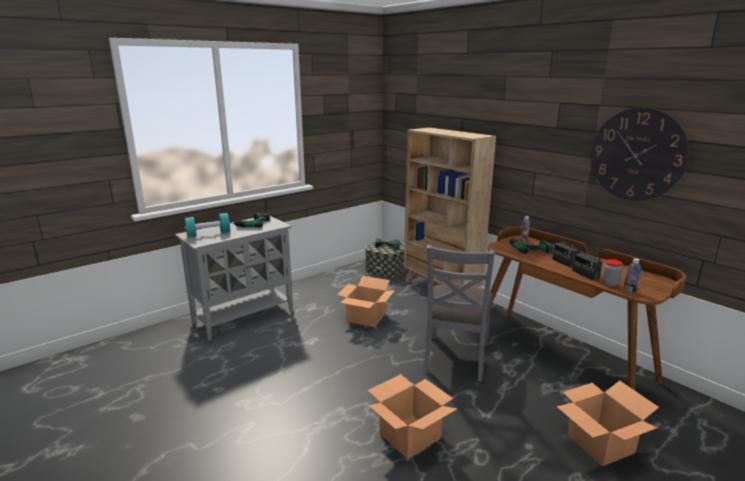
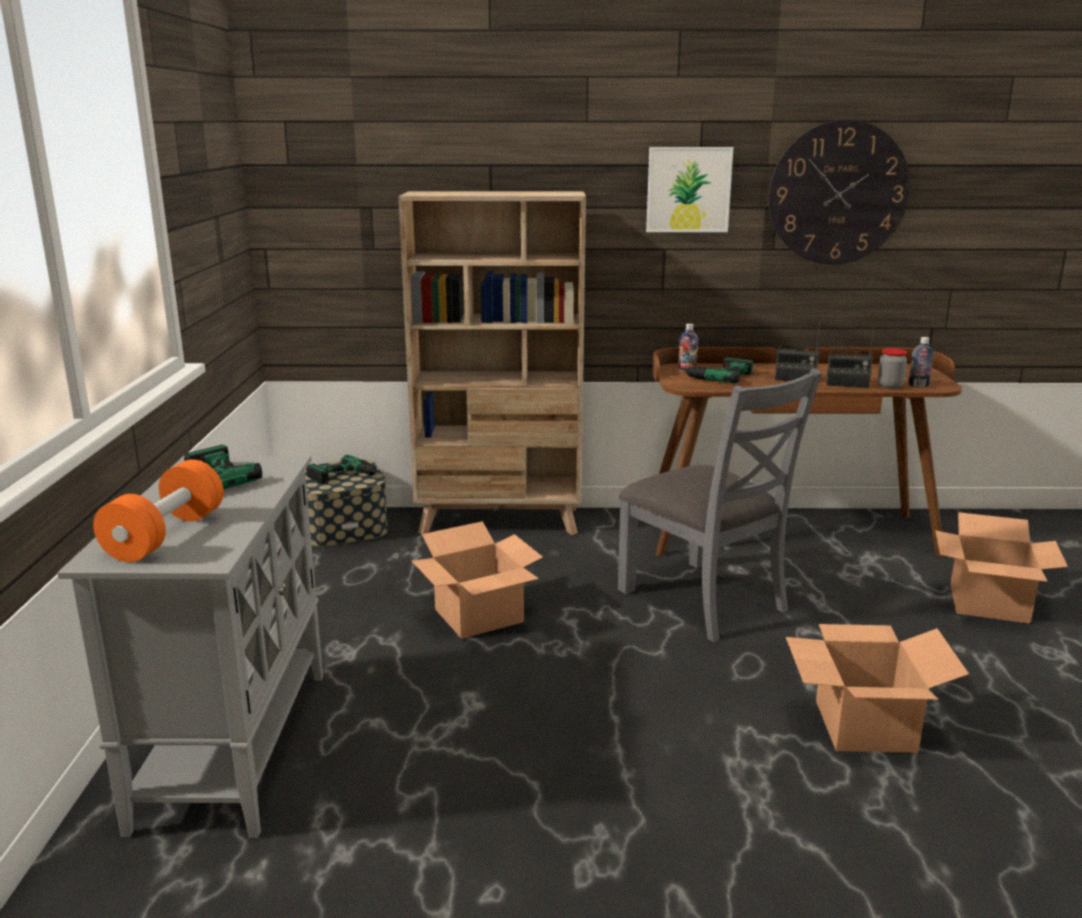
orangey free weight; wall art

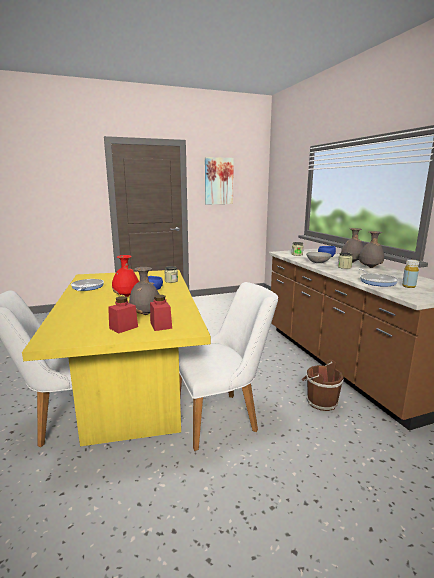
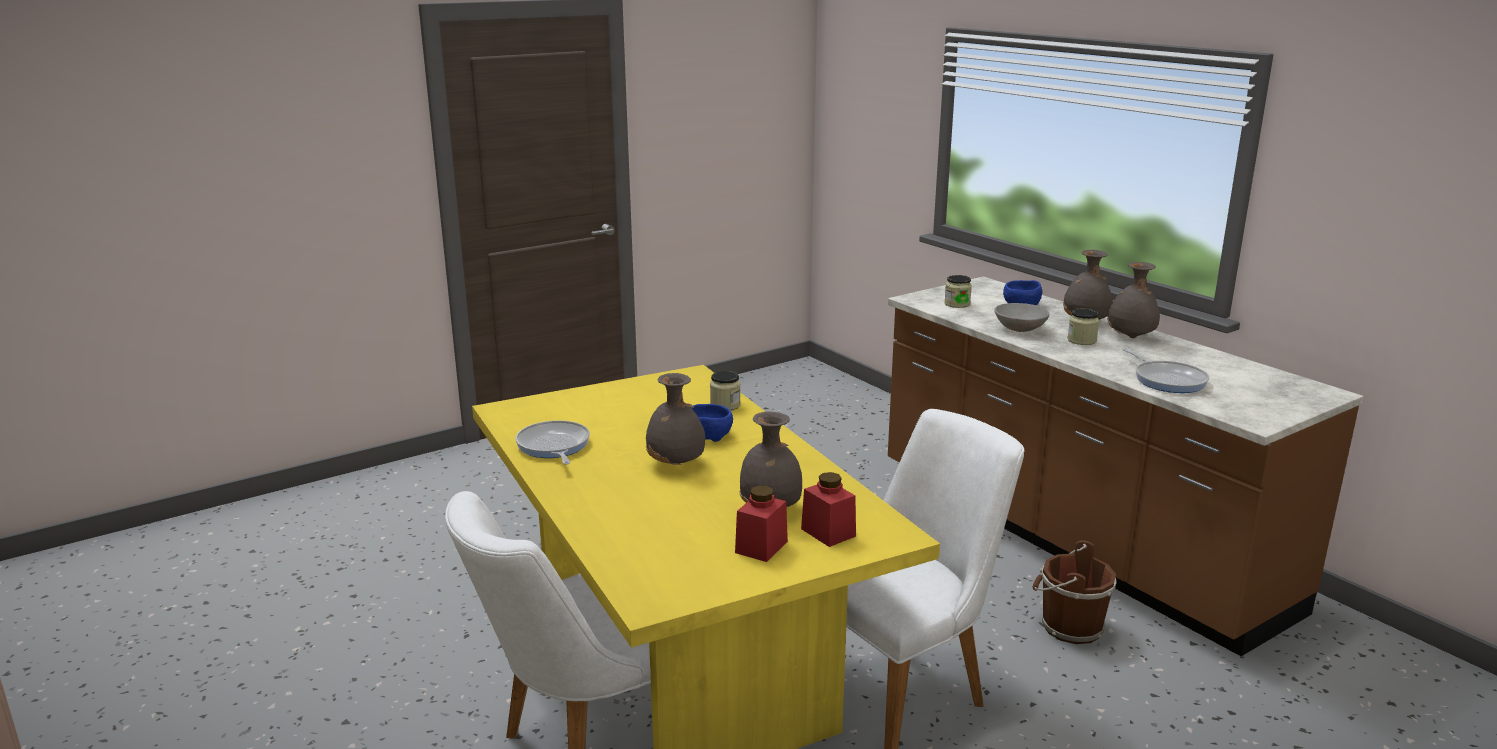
greyish decorative vase (1st from left); wall art; yellow drink bottle

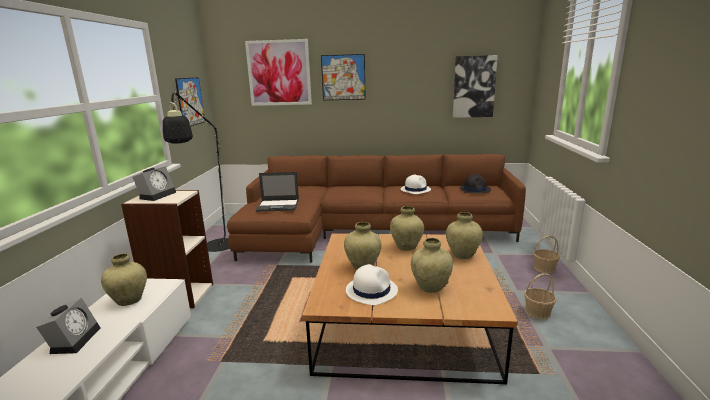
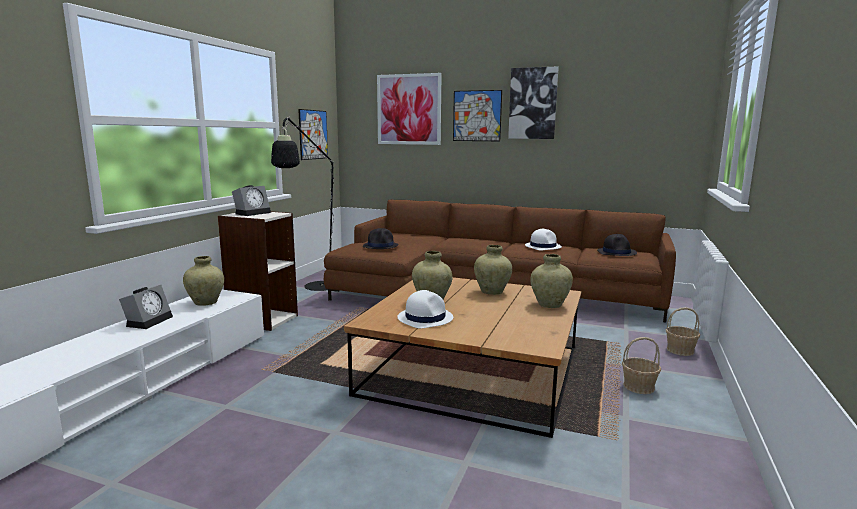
blackish clothing hat (1st from left); beige decorative vase (4th from left in the first image); wall art (4th from left)

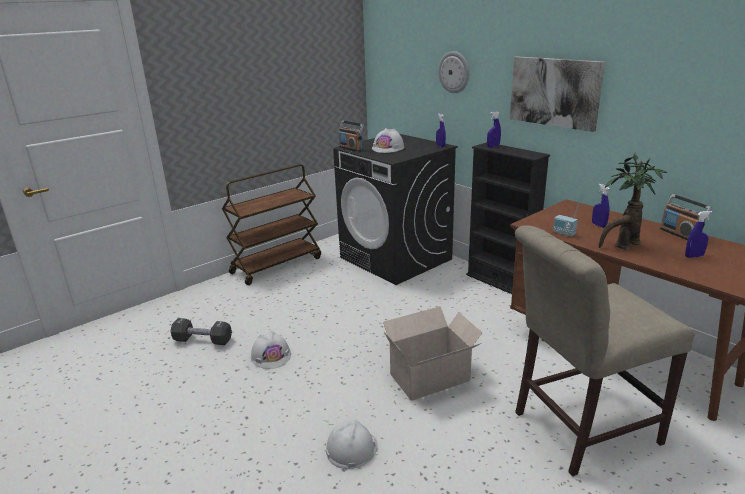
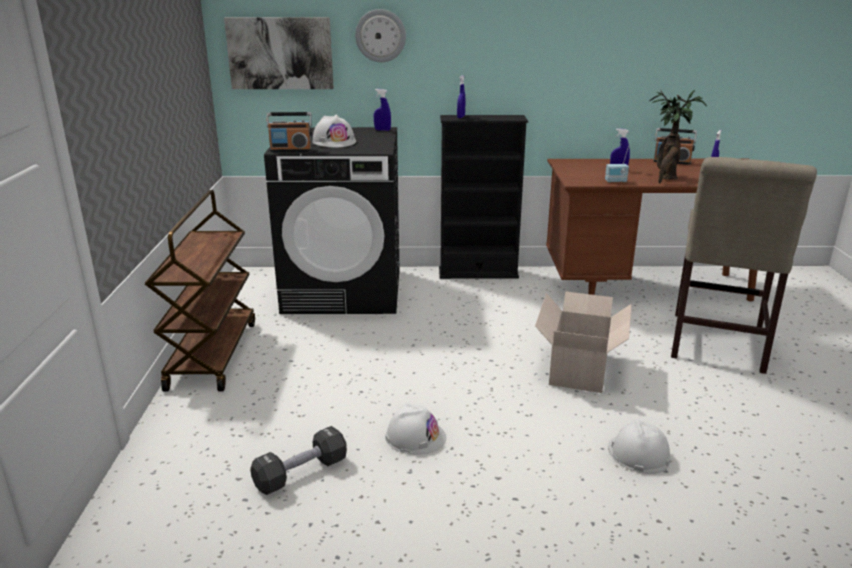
wall art

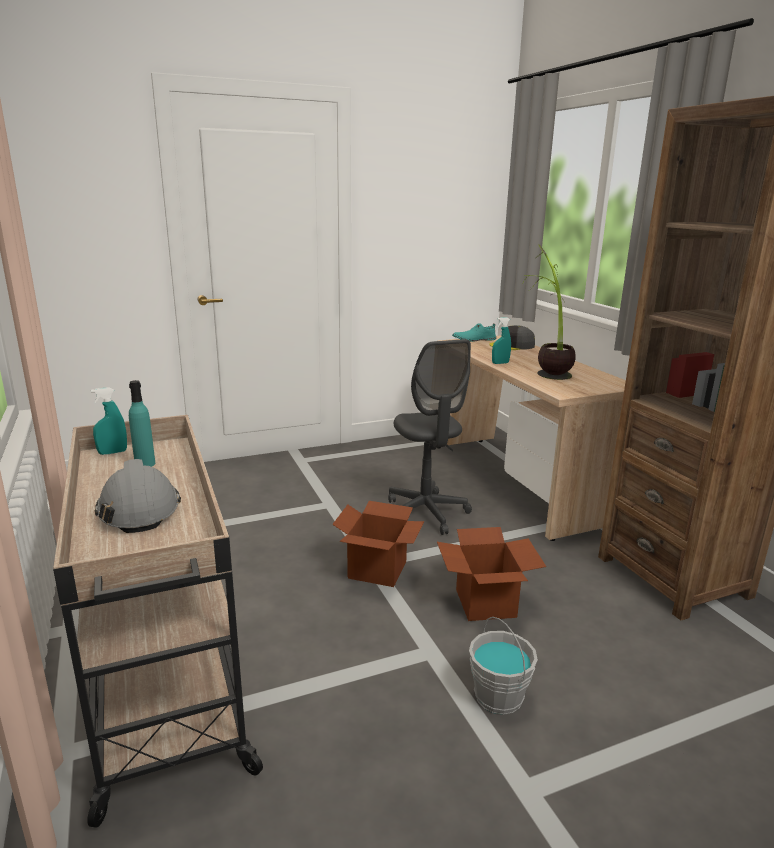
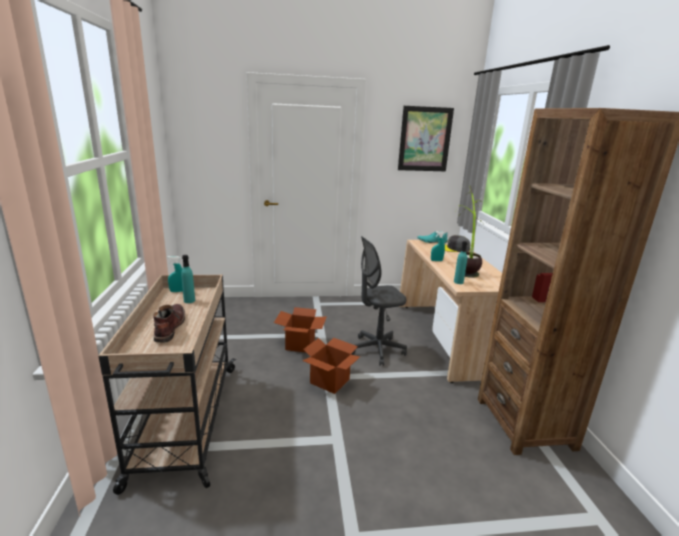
brownish boot; greyish computer chair; cardboard box (1st from left); greyish bucket; wall art; blue-green drink bottle (2nd from left)

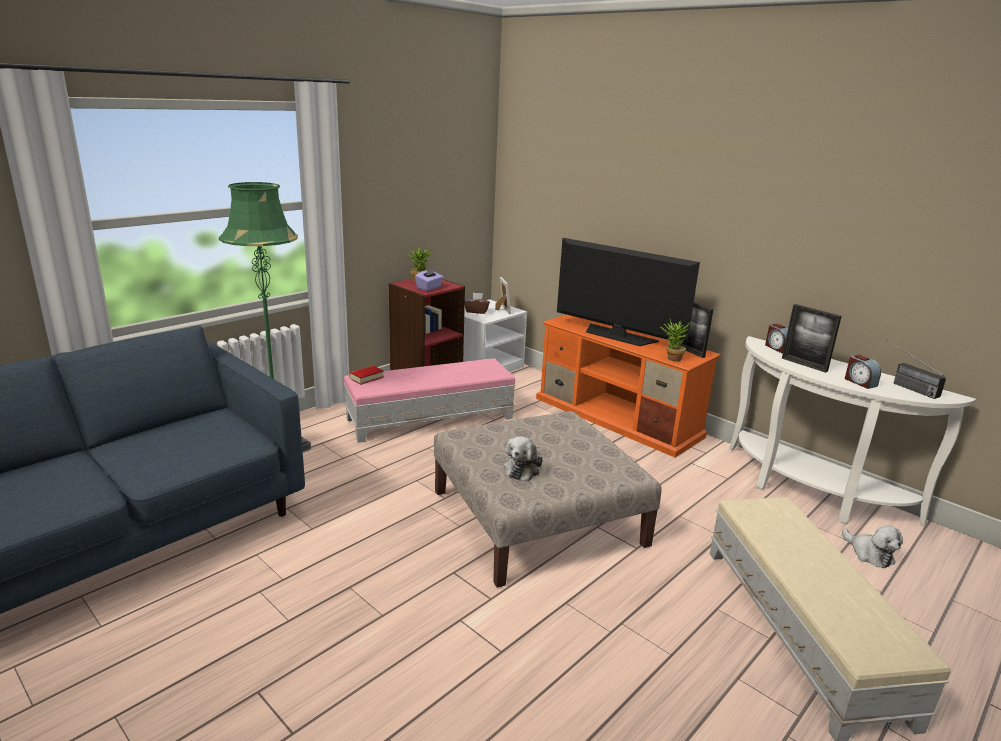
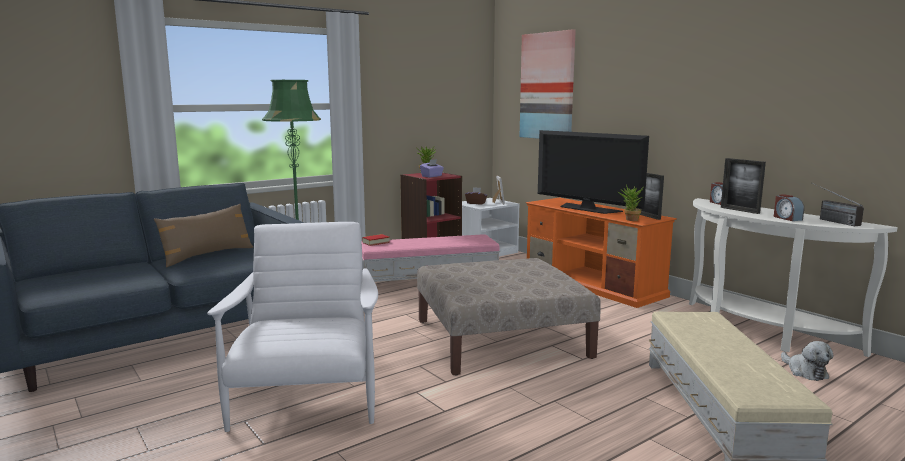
soft toy (1st from left in the first image); brownish cushion; white-coloured lounge chair; wall art

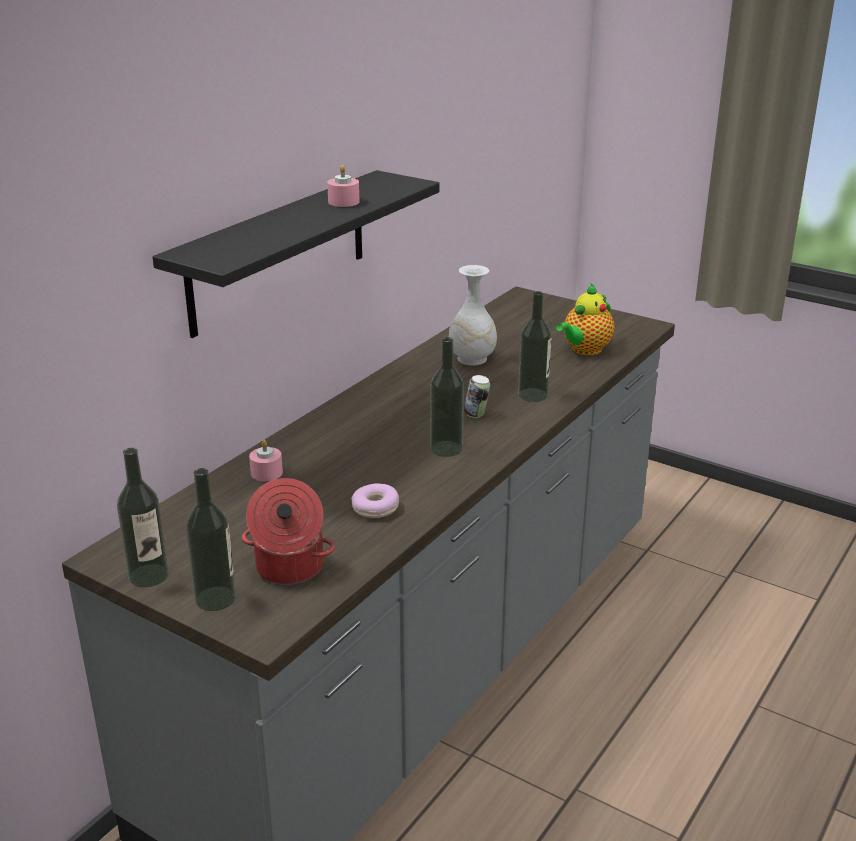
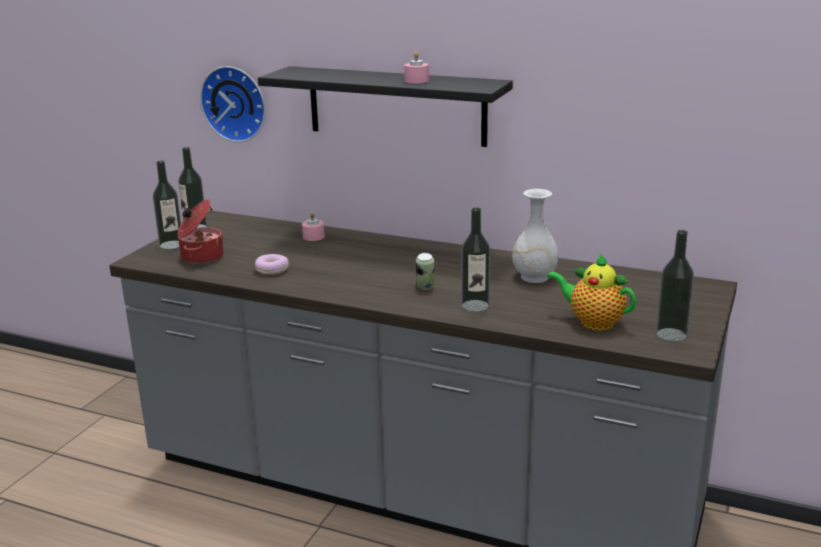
drink bottle (4th from left); wall clock

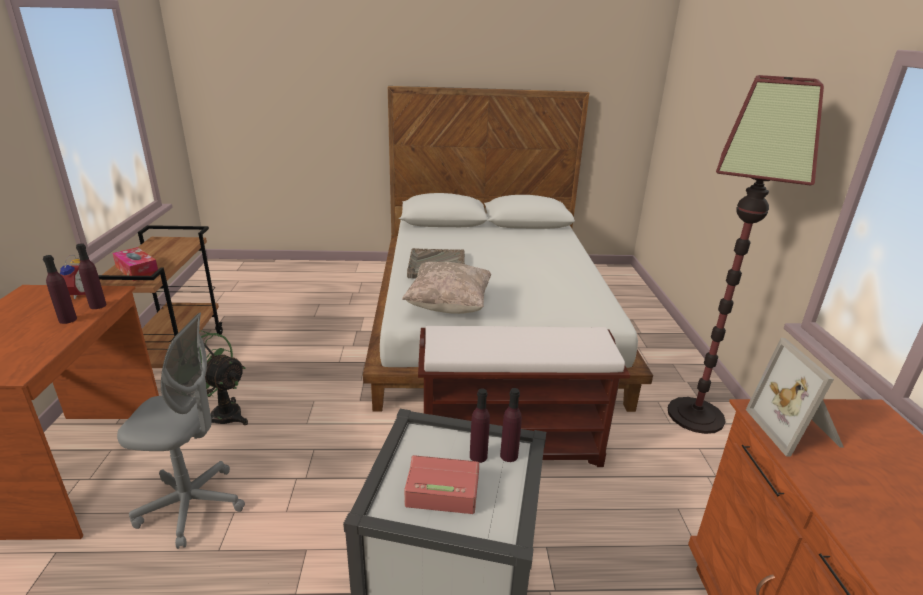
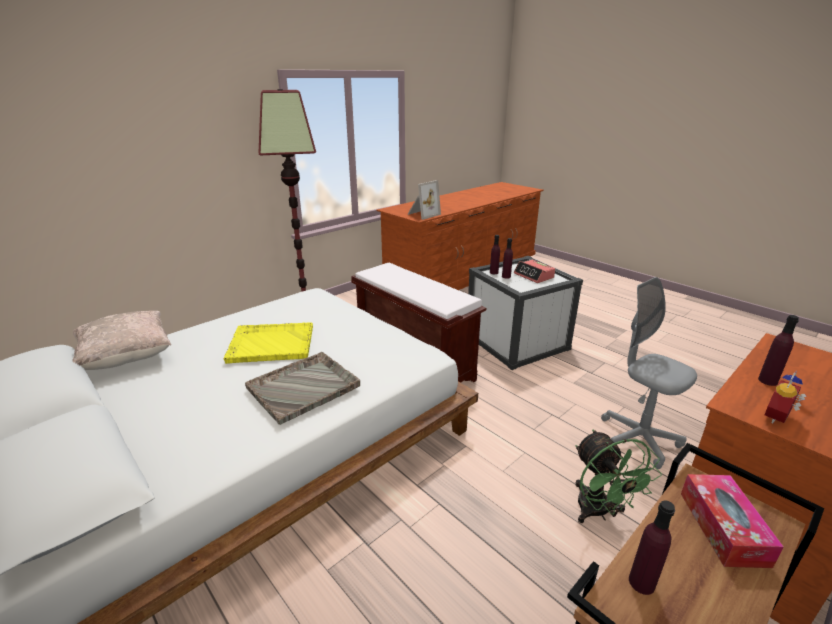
purplish drink bottle (3rd from left); beige cushion; yellow serving tray

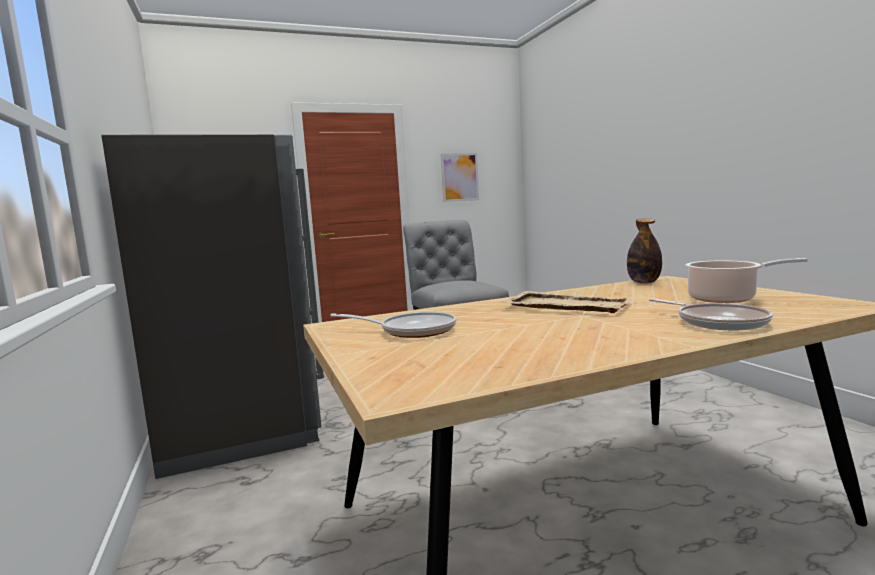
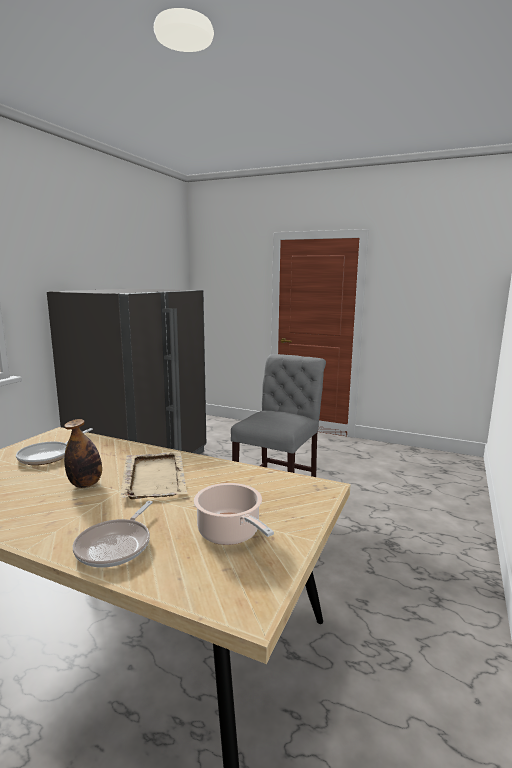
pan (1st from left); wall art; drink bottle

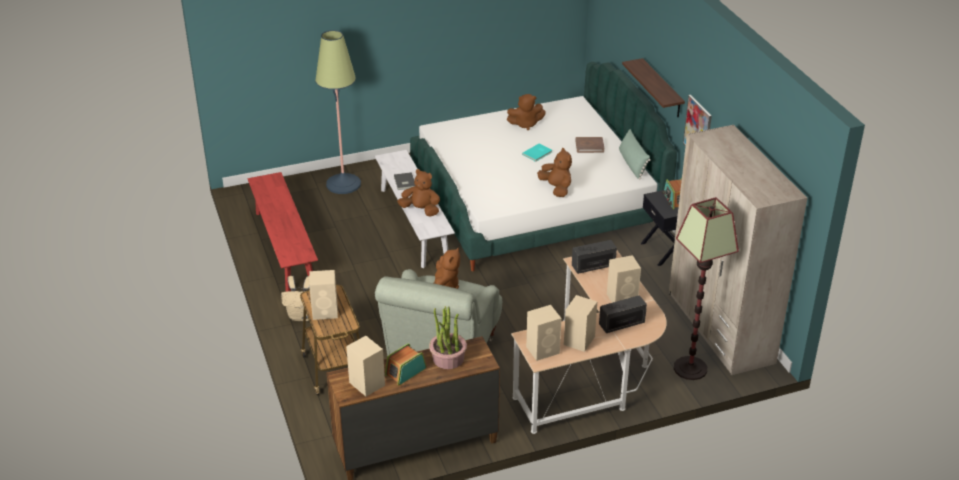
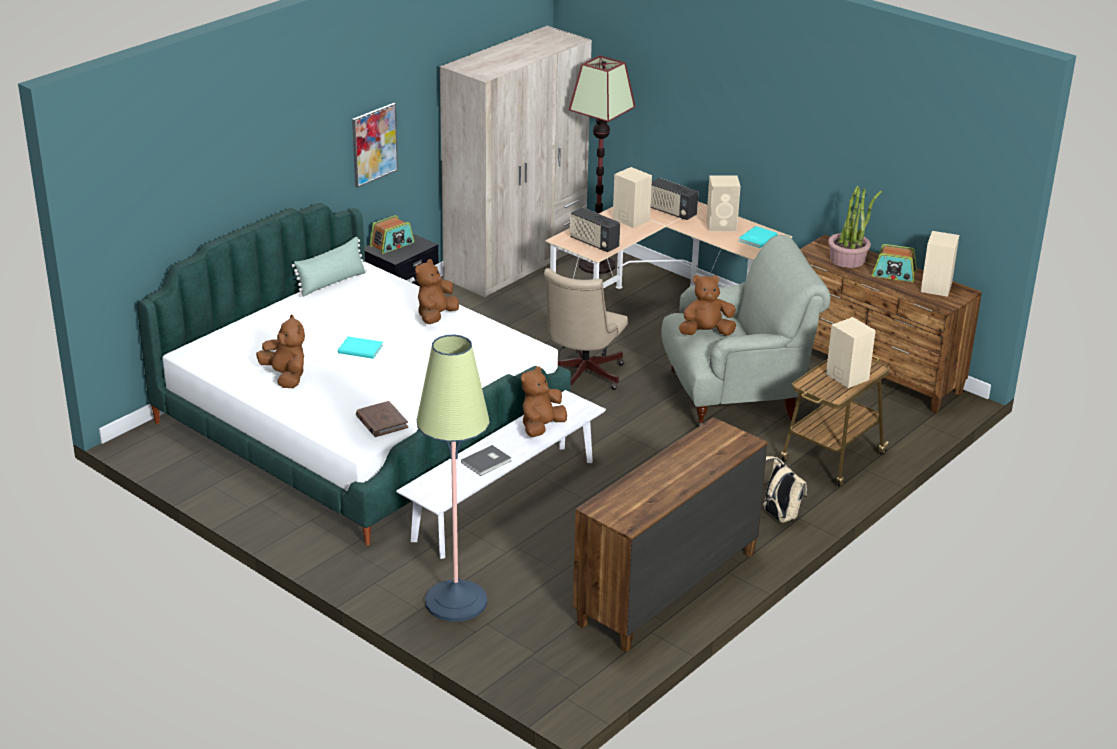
brownish dresser (1st from left); brownish soft toy (3rd from left); blue-green volume (2nd from left); brownish volume; wall shelf; beige computer chair

